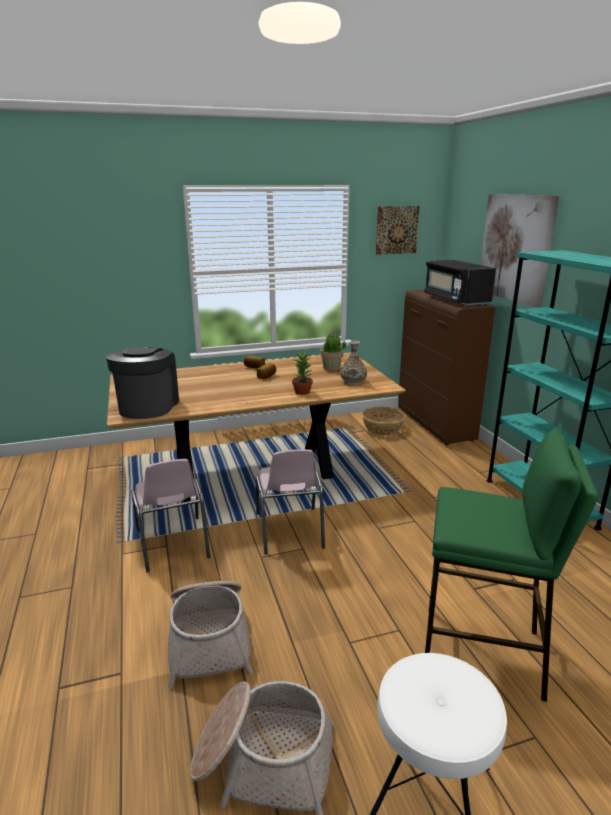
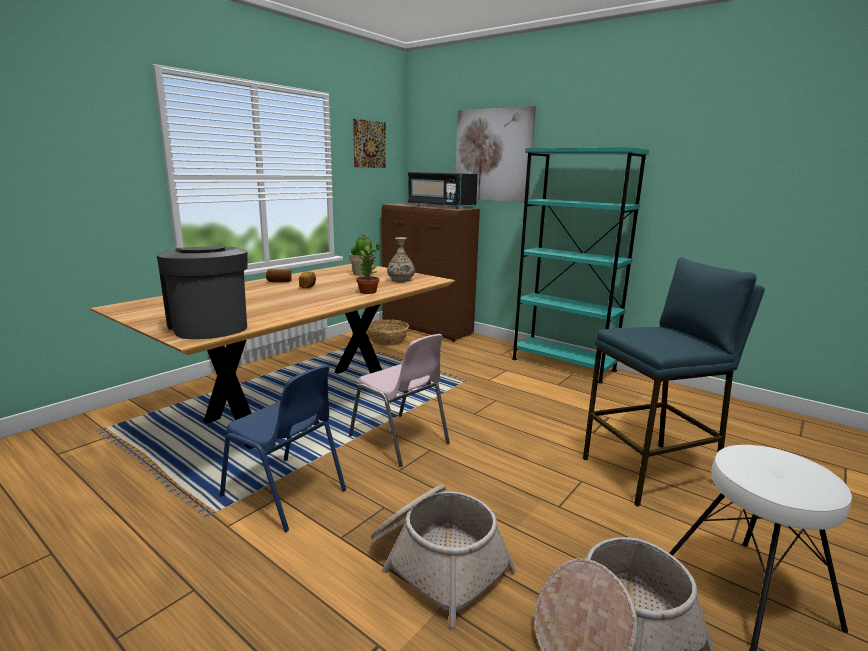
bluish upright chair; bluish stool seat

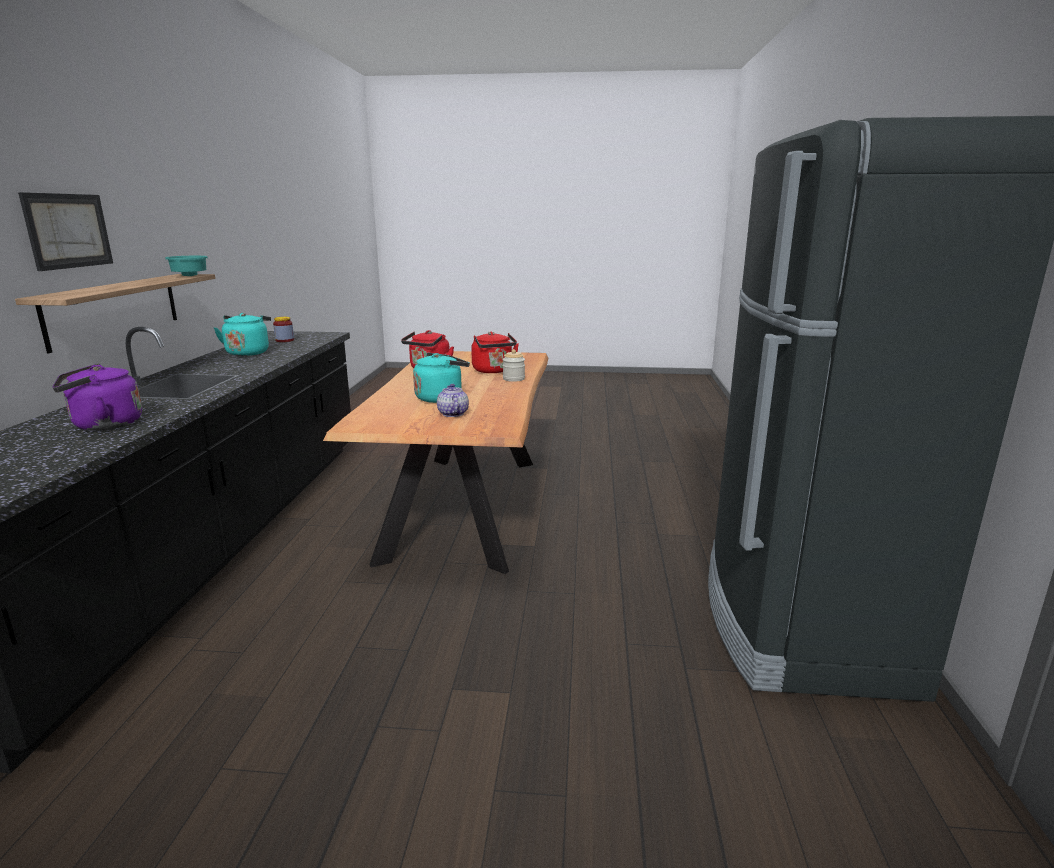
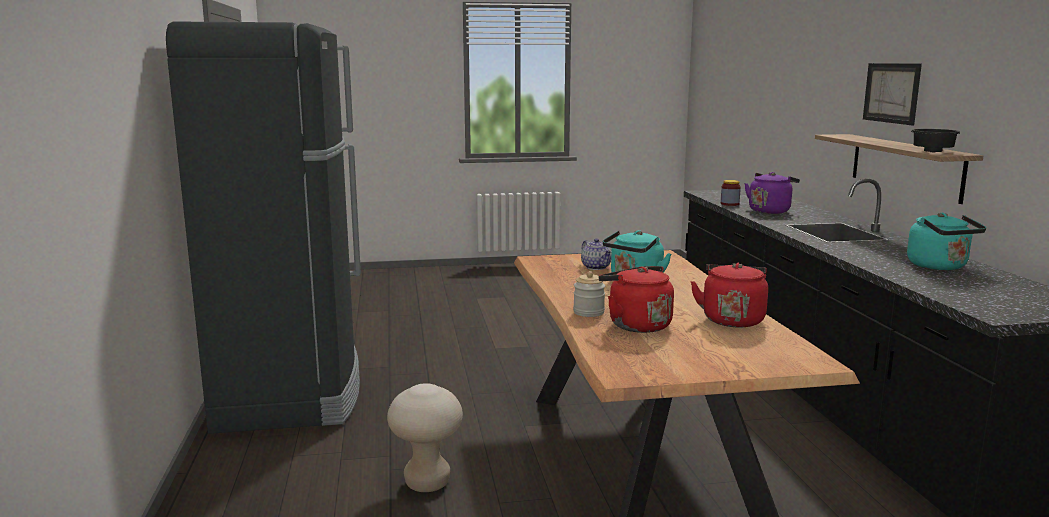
blackish bowl; preserve jar (2nd from left); beige stool seat

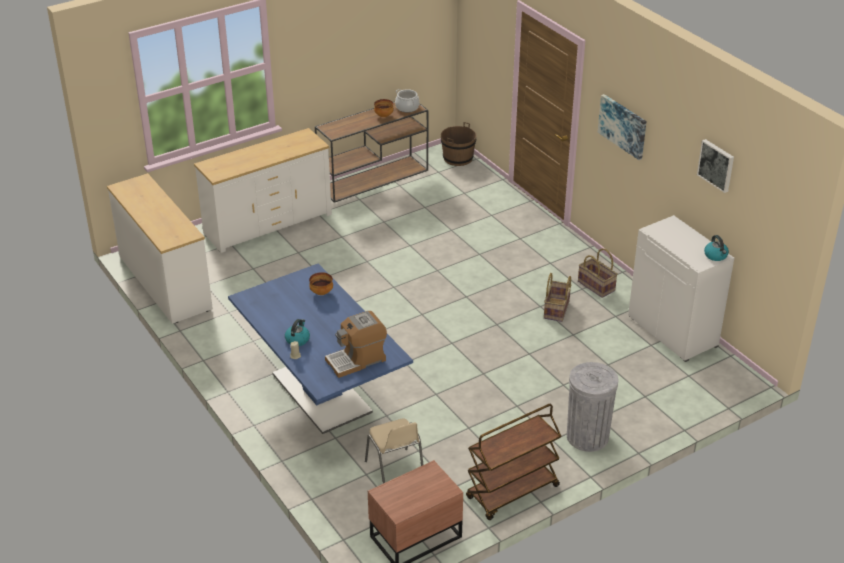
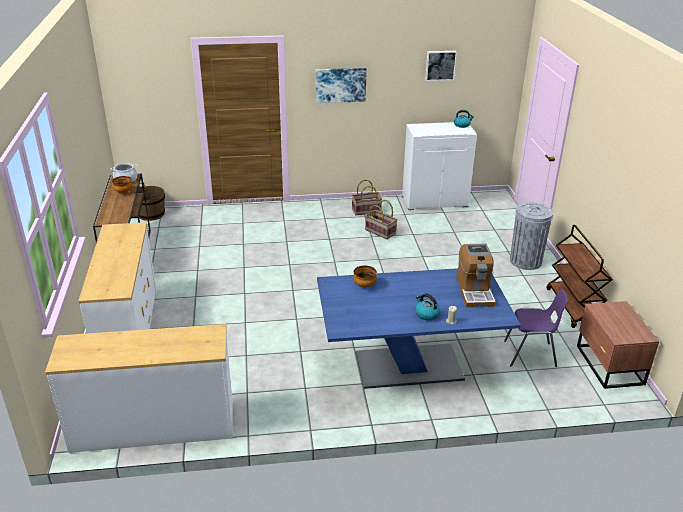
purplish upright chair

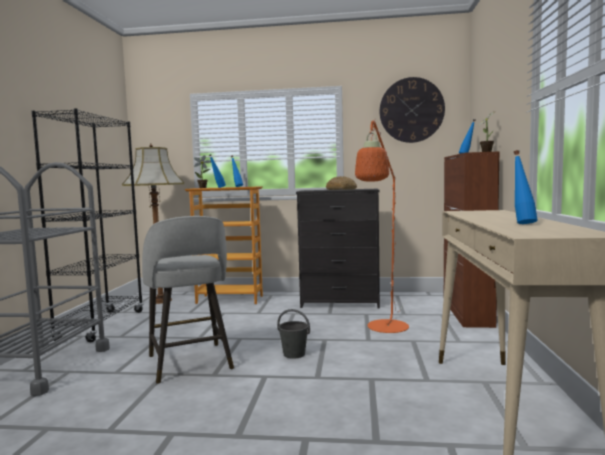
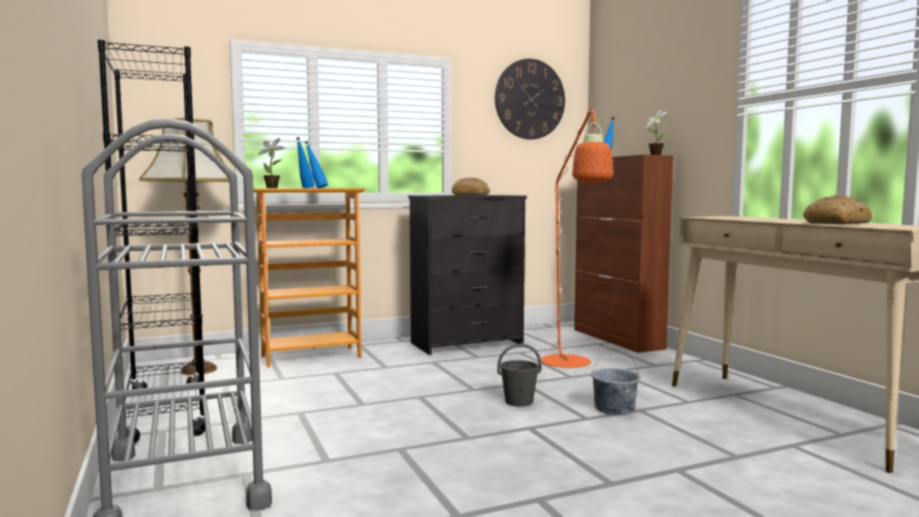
greyish stool seat; bakery bread (2nd from left); greyish bucket (2nd from left)

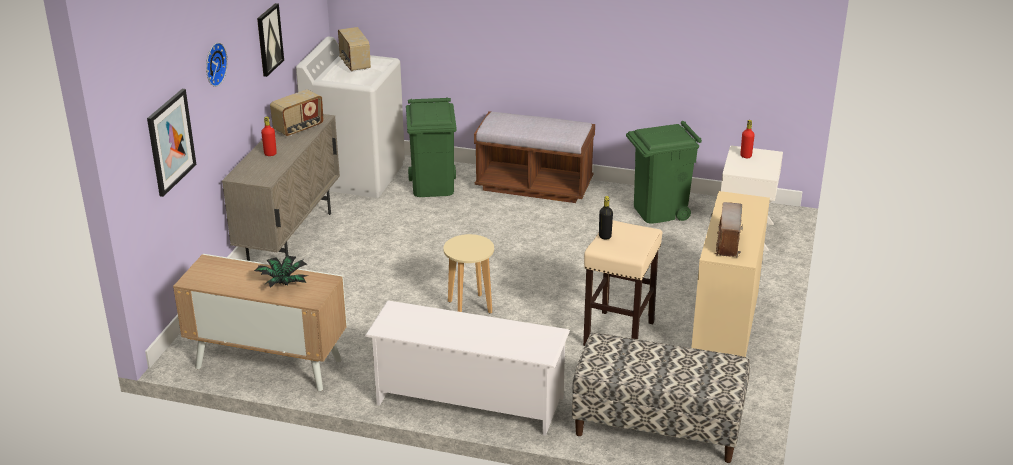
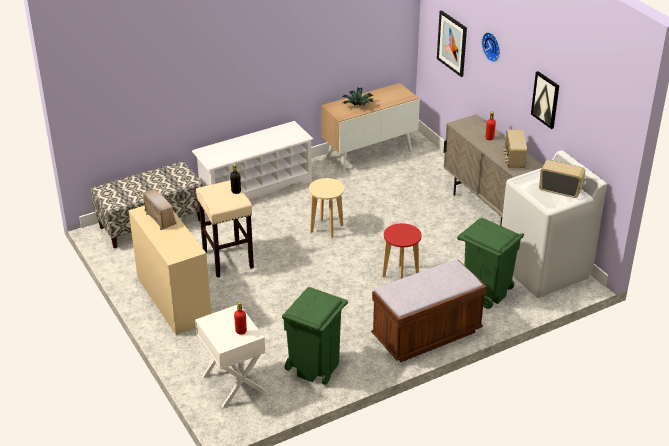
red-coloured stool seat

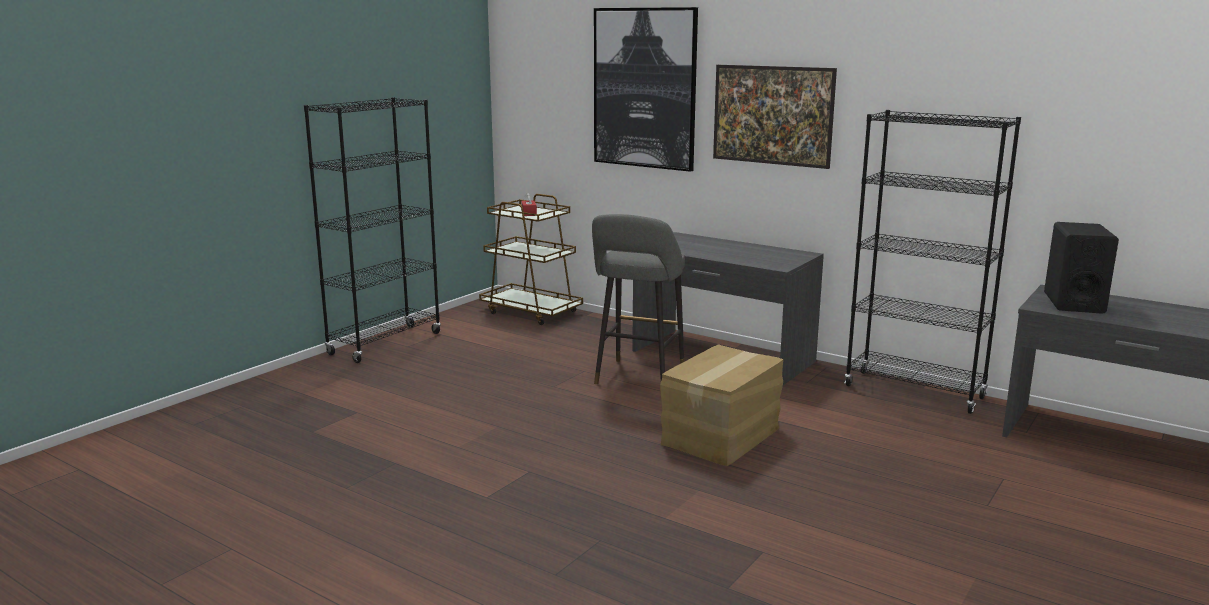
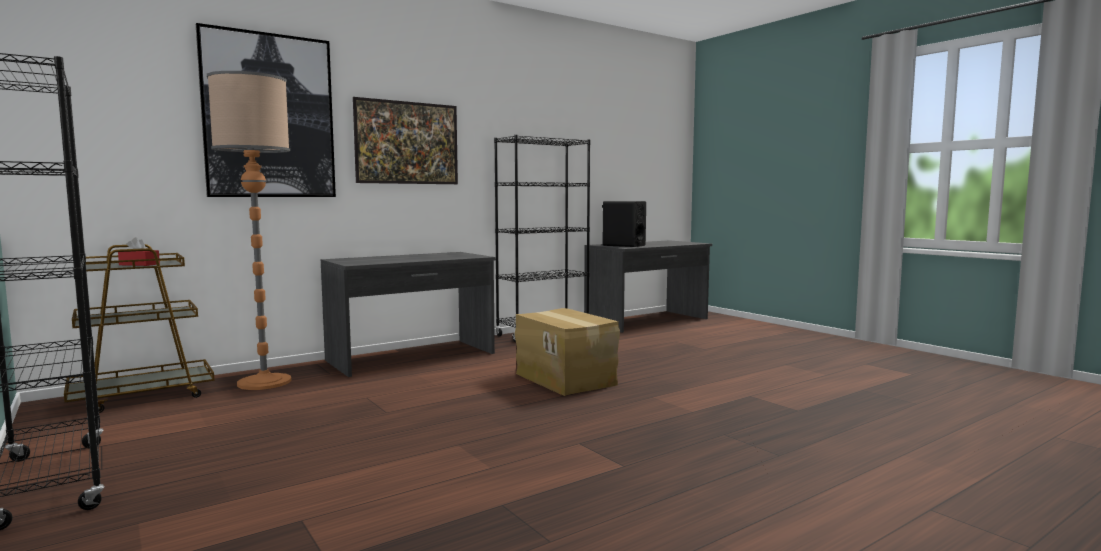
greyish stool seat; standard lamp

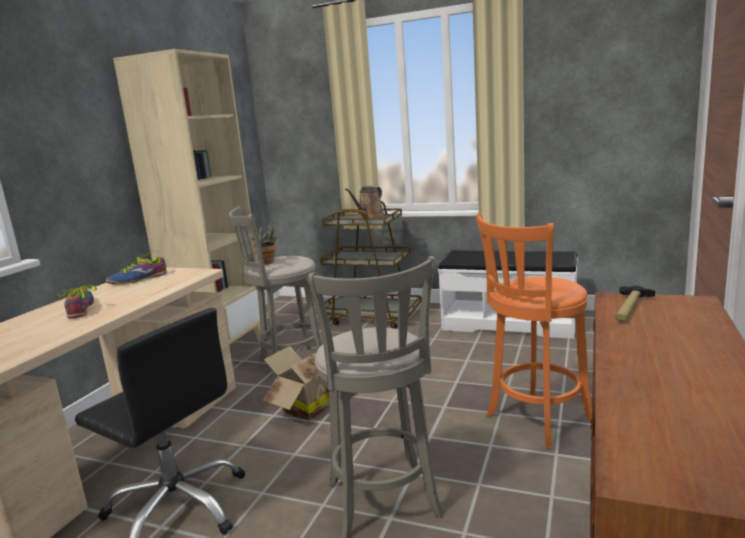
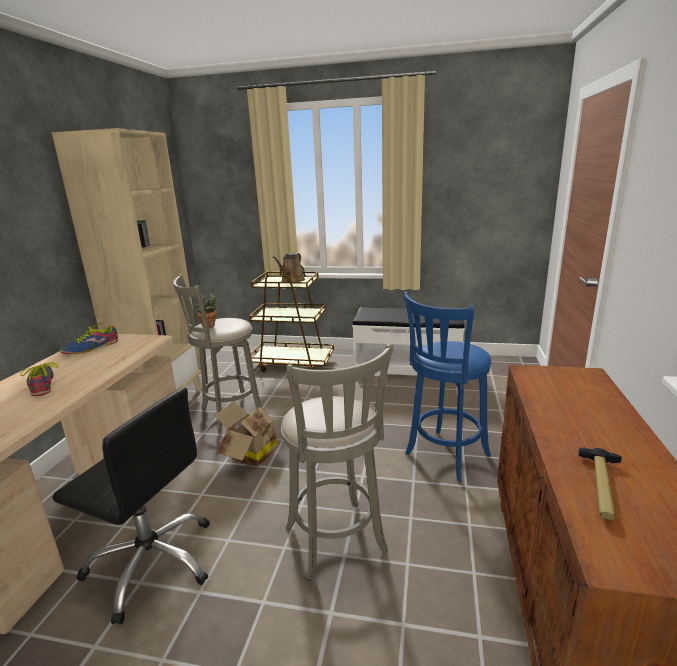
bluish stool seat; hammer

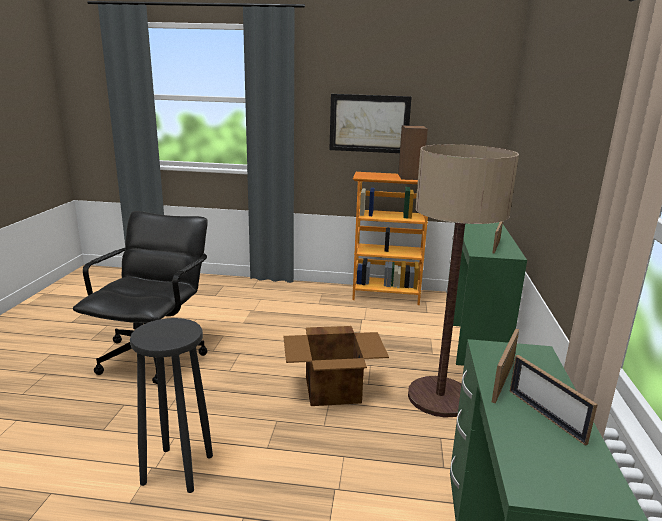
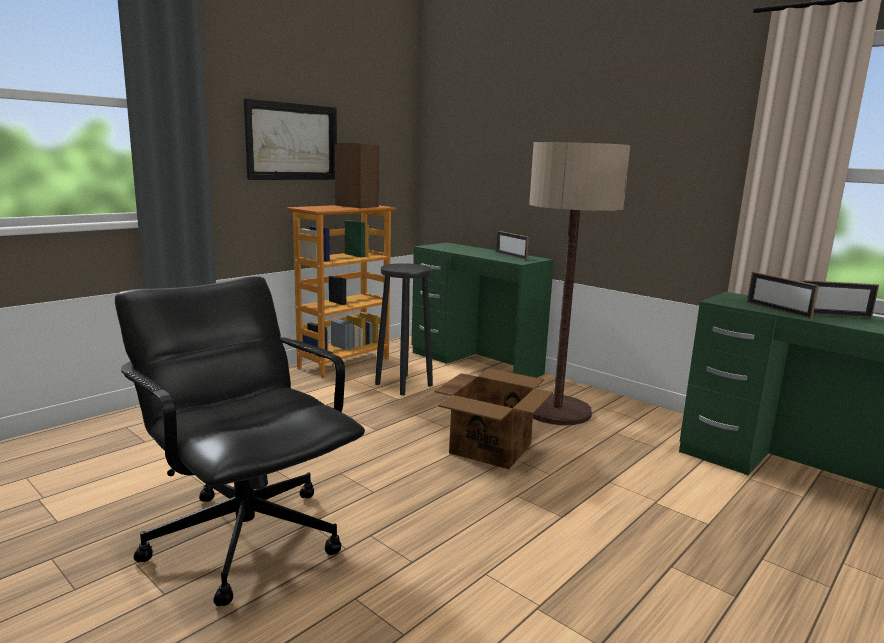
blackish stool seat

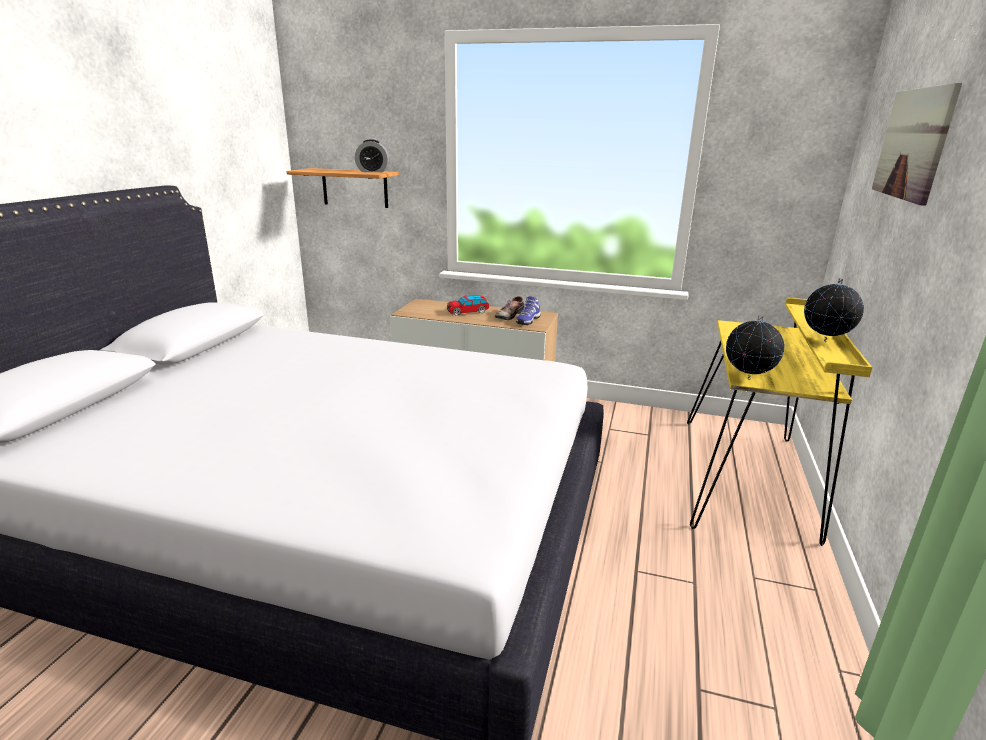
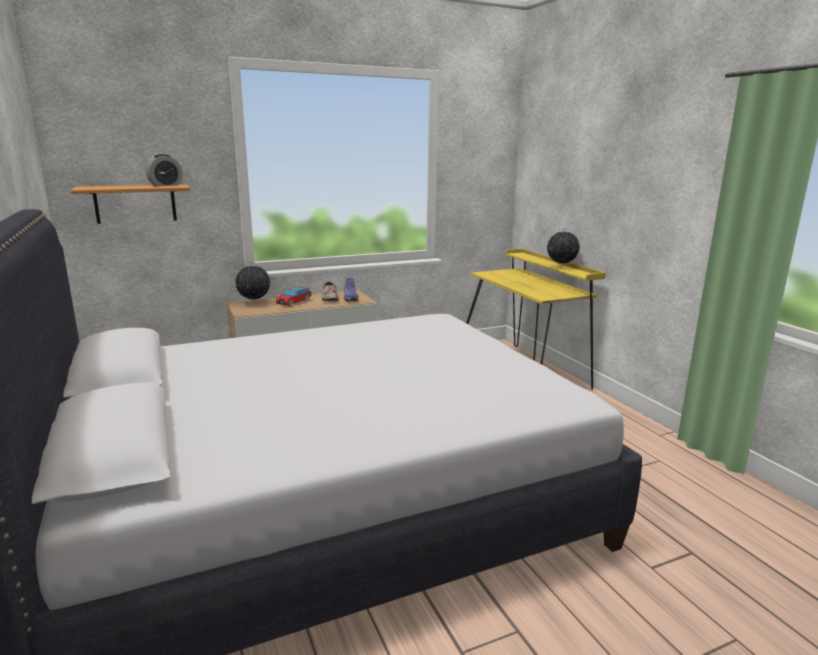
world globe (1st from left); wall art

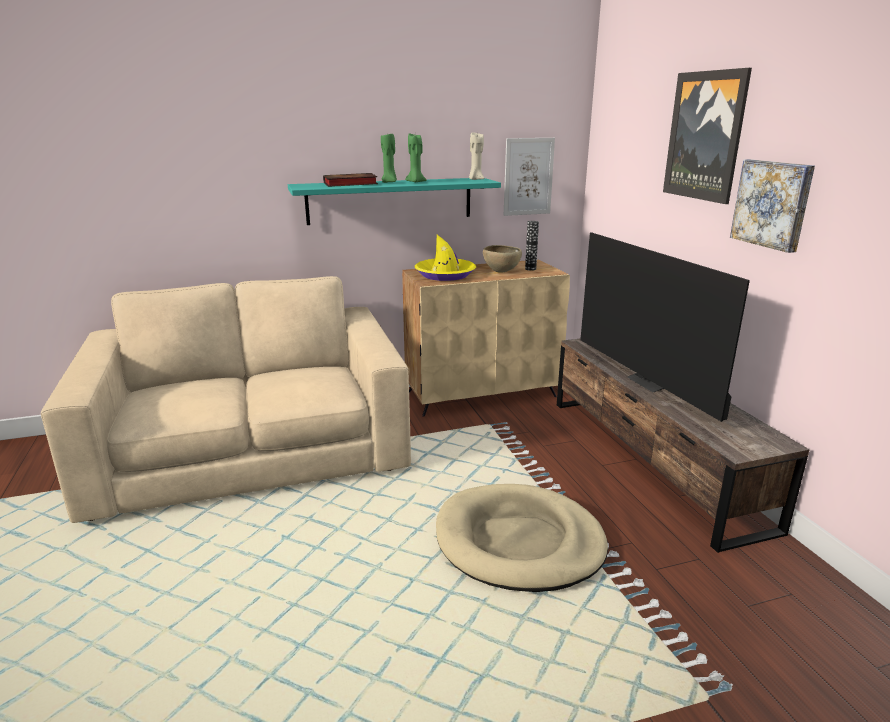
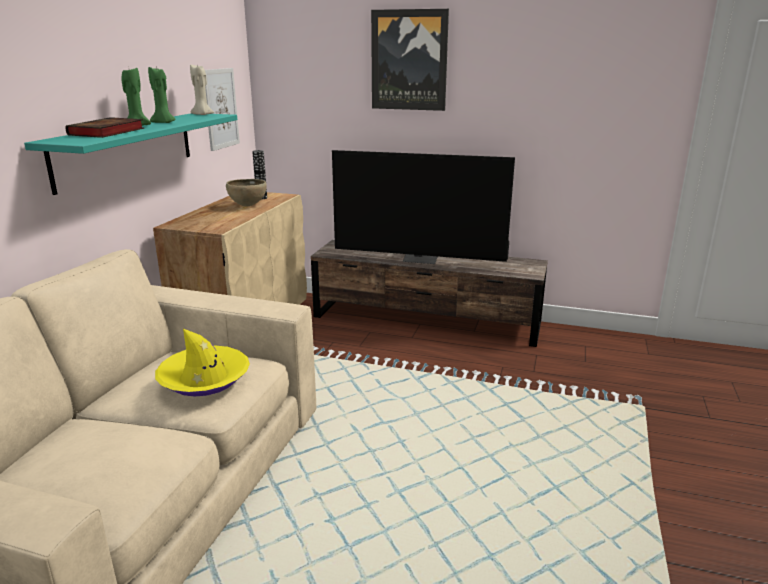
yellow clothing hat; beige dog bed; wall art (3rd from left in the first image)

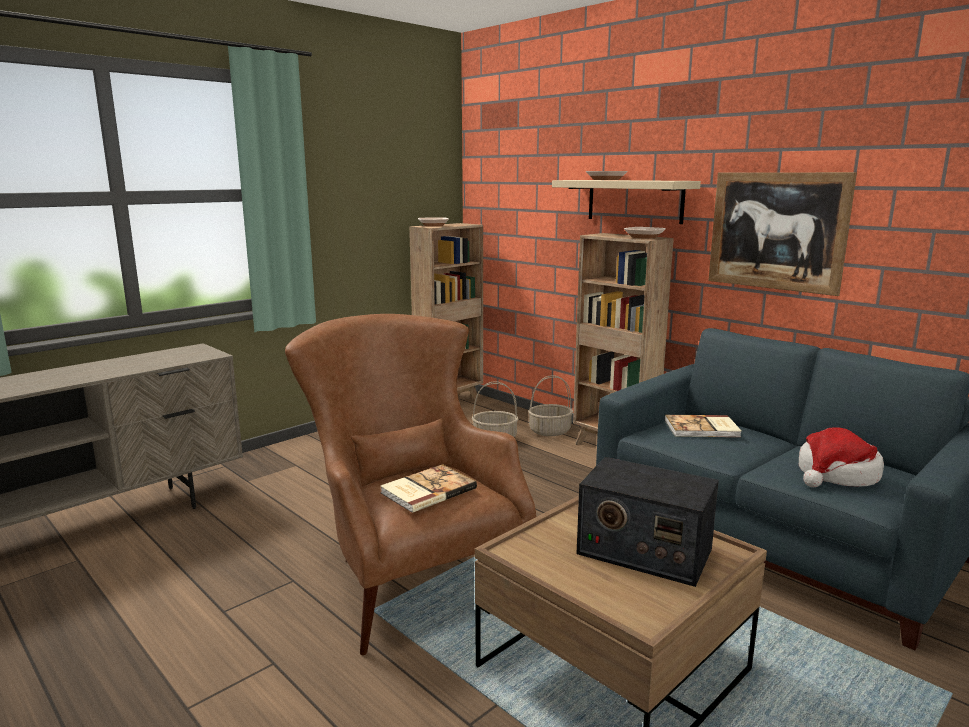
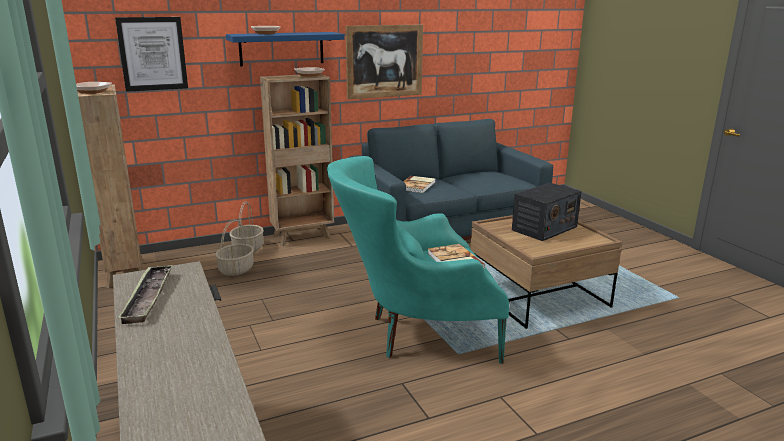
blue-green lounge chair; bluish wall shelf; clothing hat; wall art (1st from left); serving tray

